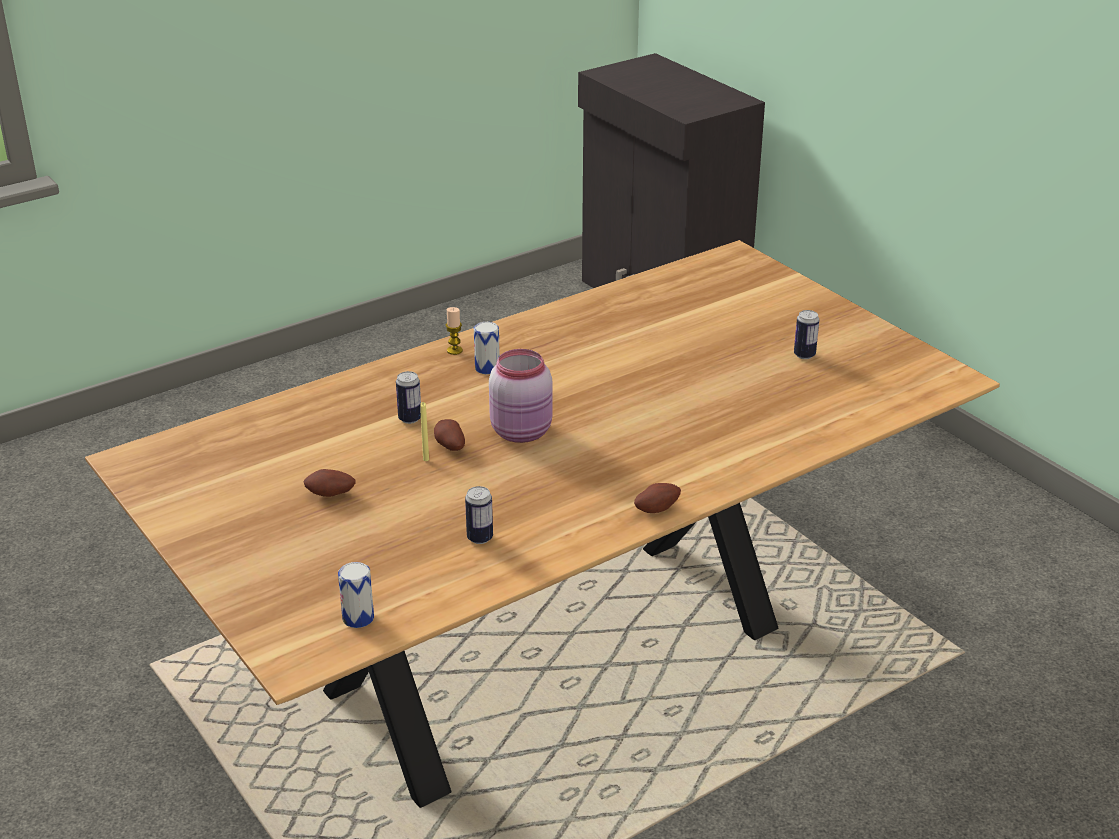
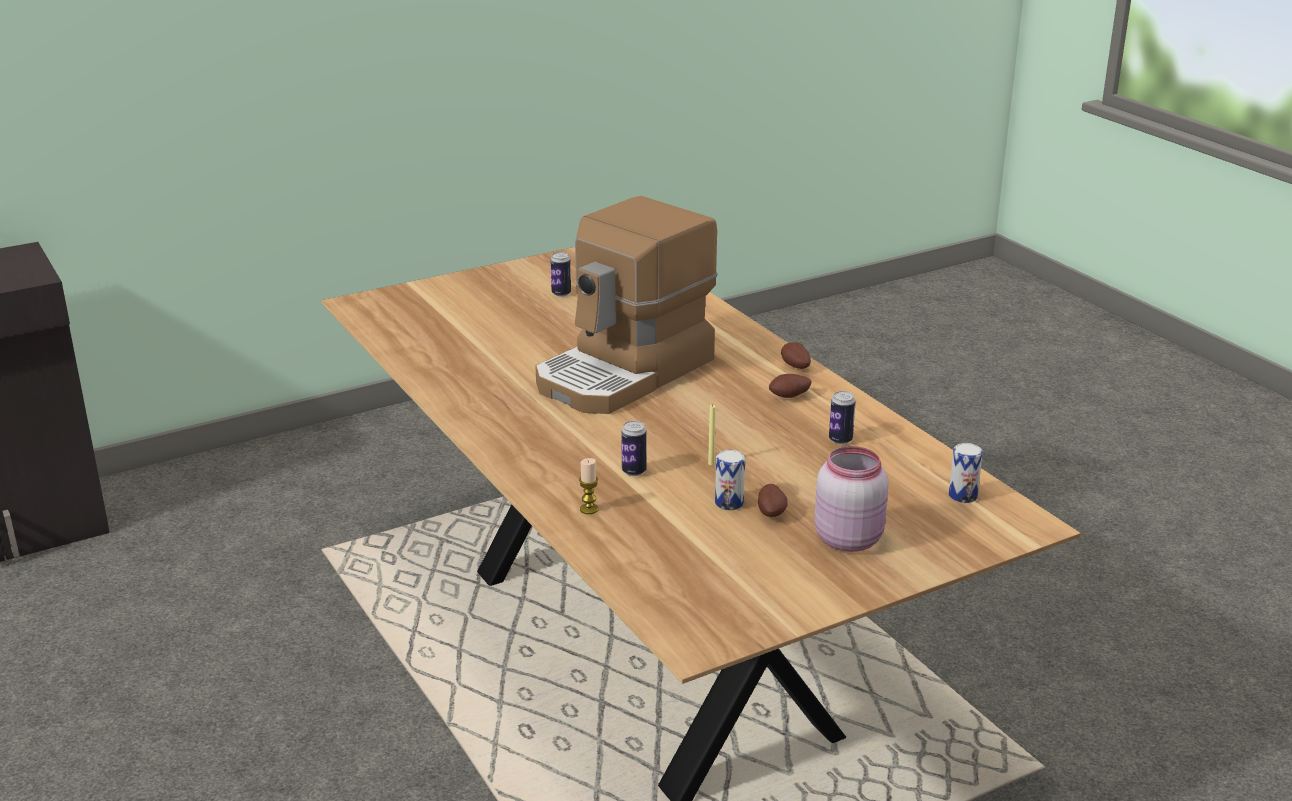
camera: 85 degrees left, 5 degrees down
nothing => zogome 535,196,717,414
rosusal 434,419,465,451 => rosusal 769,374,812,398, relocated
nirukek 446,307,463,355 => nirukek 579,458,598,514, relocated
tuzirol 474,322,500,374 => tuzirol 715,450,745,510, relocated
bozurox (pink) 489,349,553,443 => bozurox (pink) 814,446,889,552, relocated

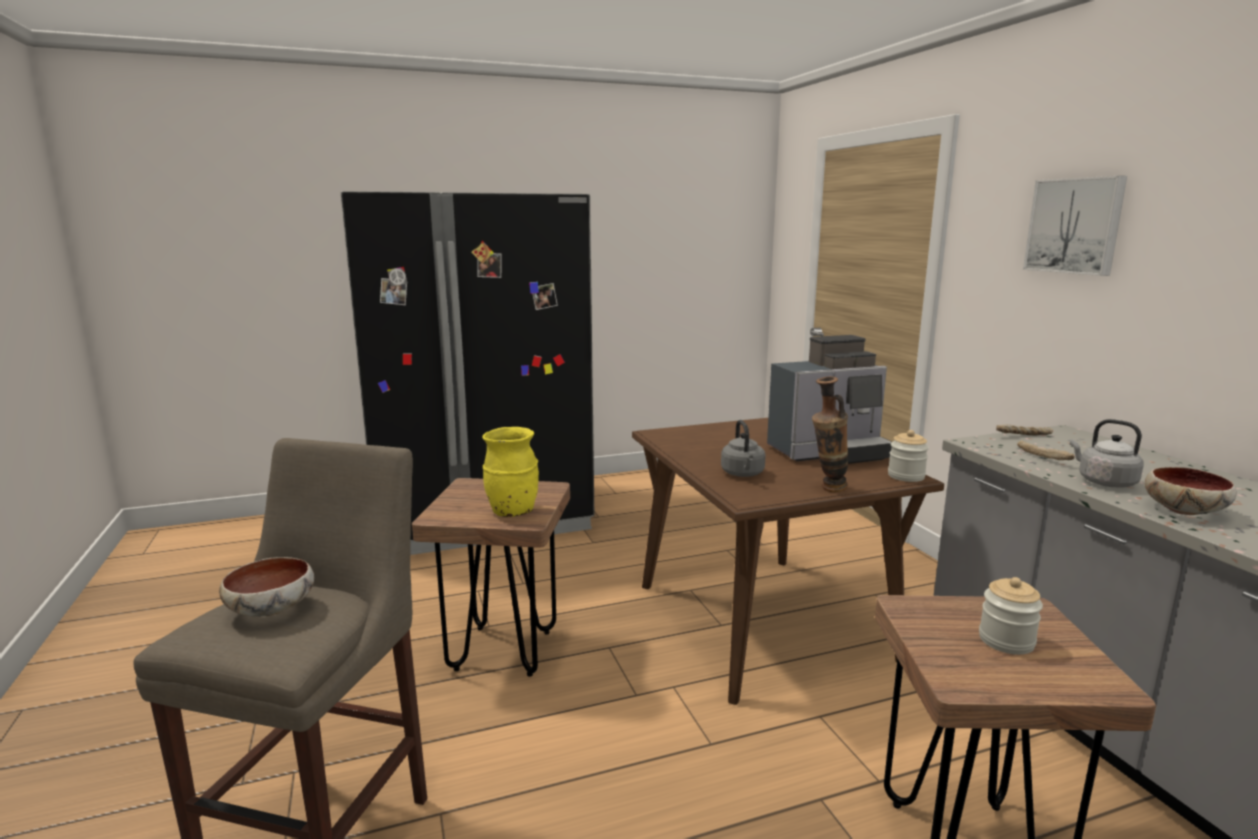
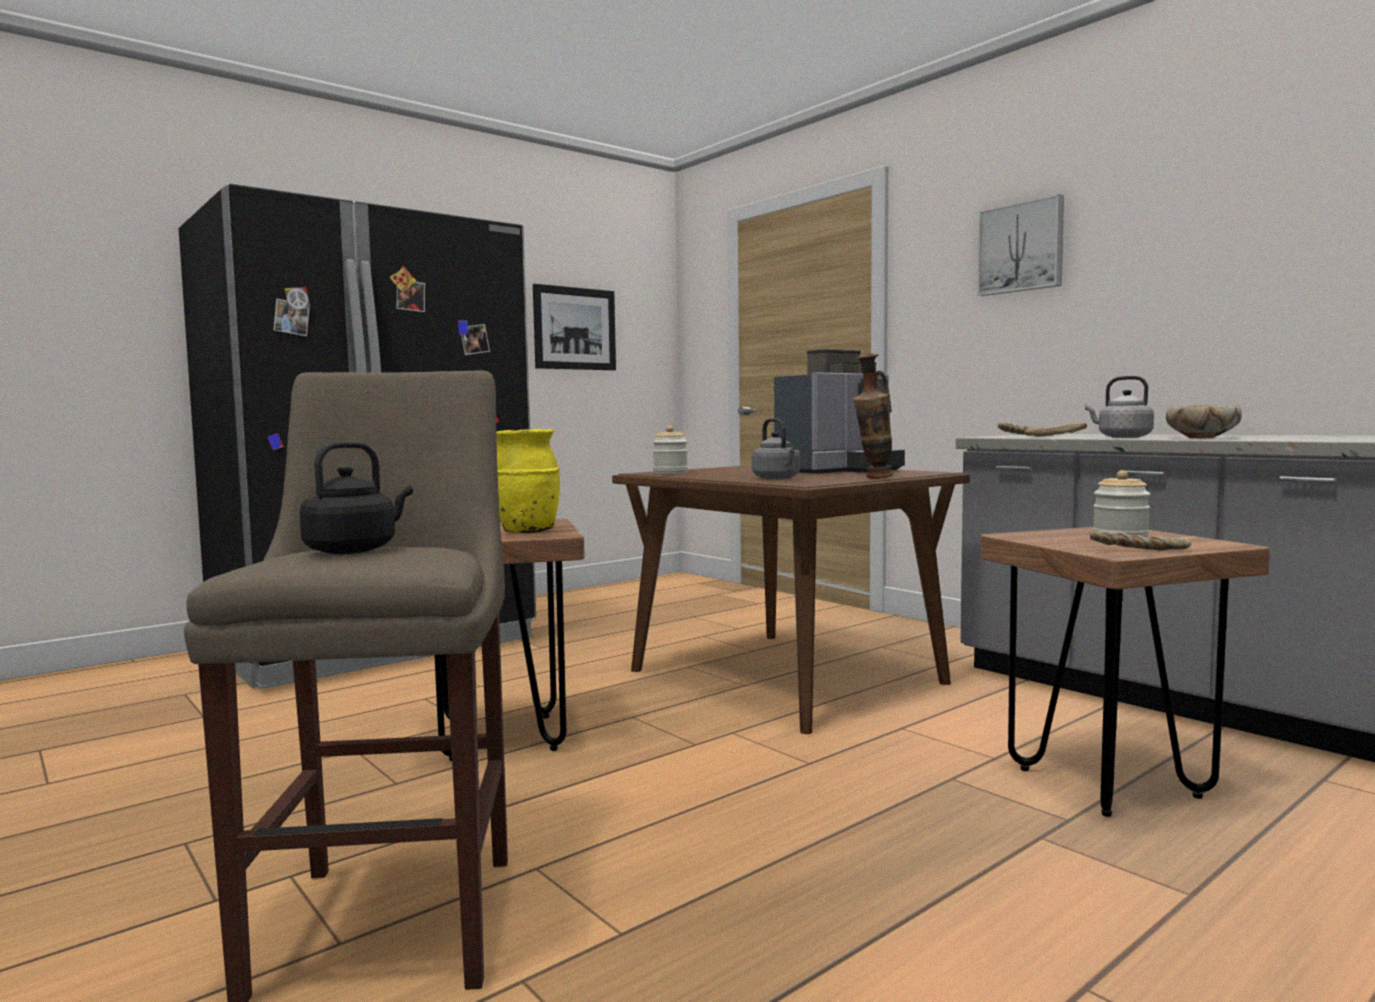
camera: 20 degrees left, 10 degrees down
nothing => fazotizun 533,284,616,370
nothing => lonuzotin 1090,531,1192,551
bozurox 888,430,929,482 => bozurox 653,426,688,474, relocated
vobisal 219,557,314,616 => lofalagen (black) 300,441,413,554

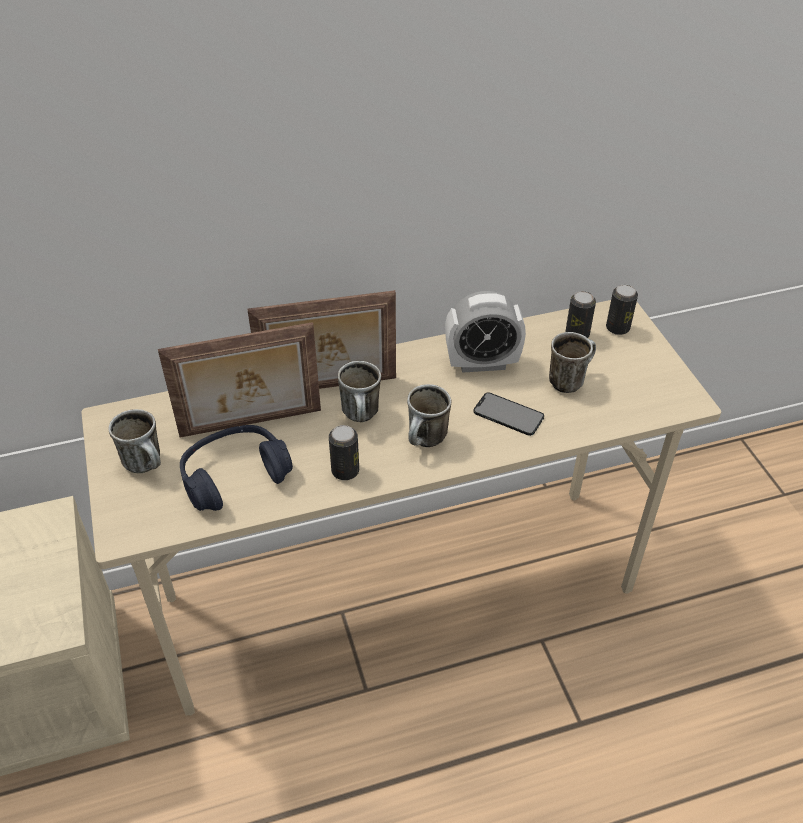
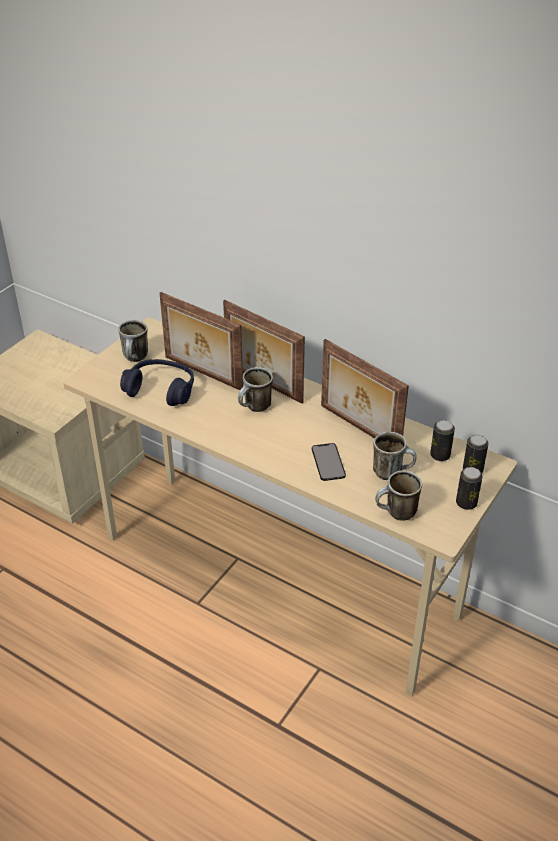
camera: 50 degrees right, 5 degrees down
tuzirol 329,425,359,480 => tuzirol 456,467,483,510, relocated
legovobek 407,384,451,447 => legovobek 375,470,422,521, relocated
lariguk 445,291,526,373 => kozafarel 321,339,409,438

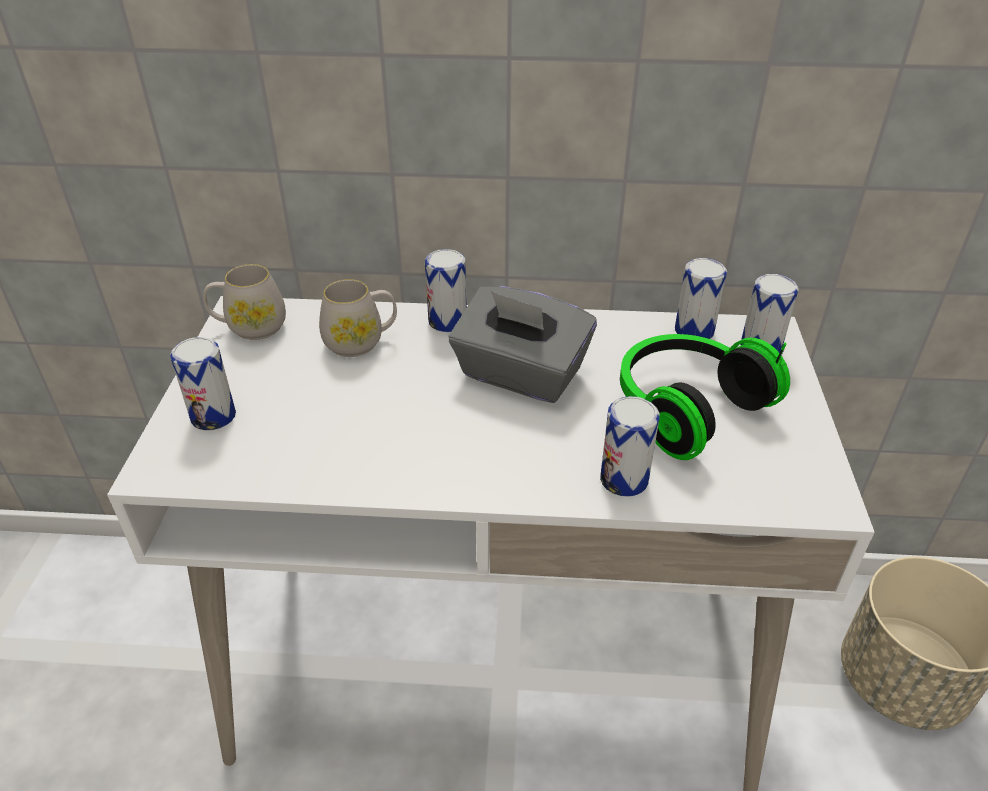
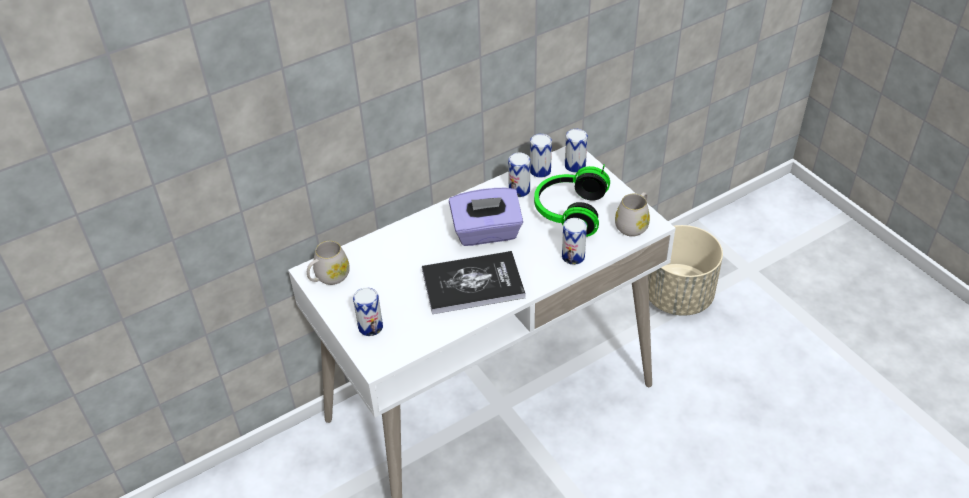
camera: 35 degrees left, 5 degrees up
nothing => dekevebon 422,251,525,314
legovobek (white) 319,279,397,357 => legovobek (white) 615,192,650,237, relocated
tuzirol 425,249,467,332 => tuzirol 508,153,530,197, relocated
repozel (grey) 449,286,597,403 => repozel (purple) 449,188,523,246

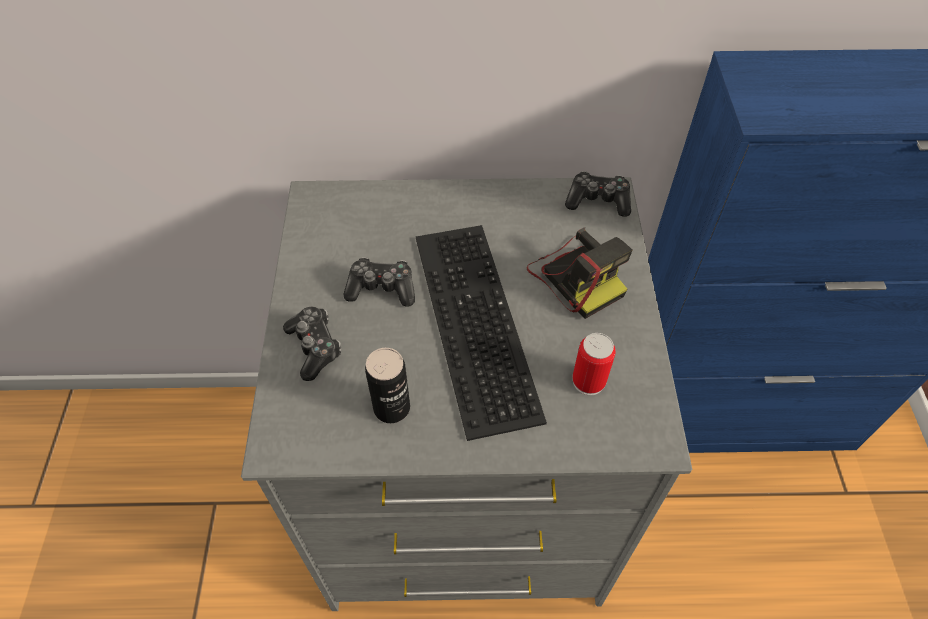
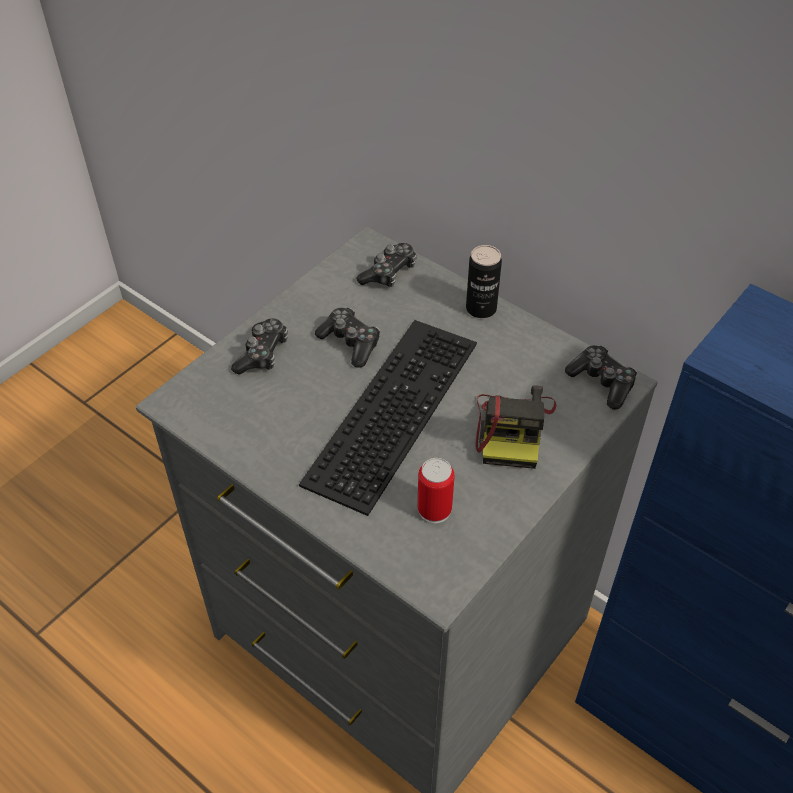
camera: 40 degrees right, 5 degrees down
nothing => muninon 357,243,417,287
tuzirol 365,348,410,423 => tuzirol 466,245,502,318, relocated

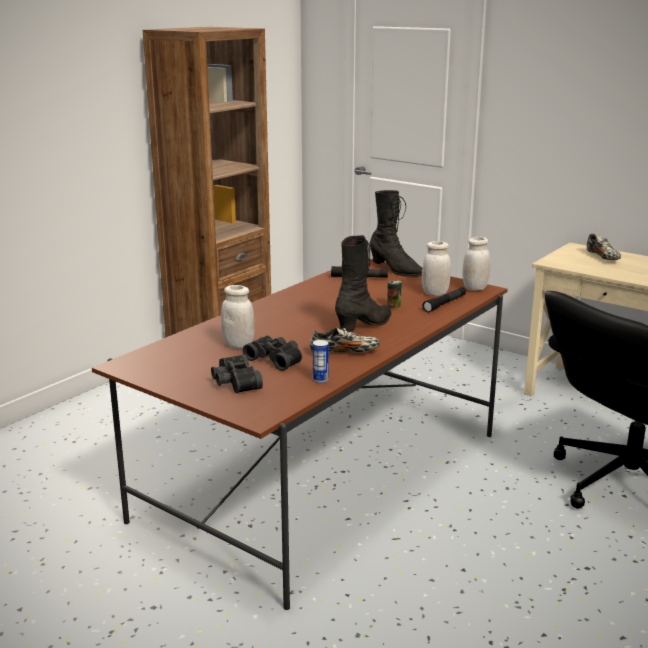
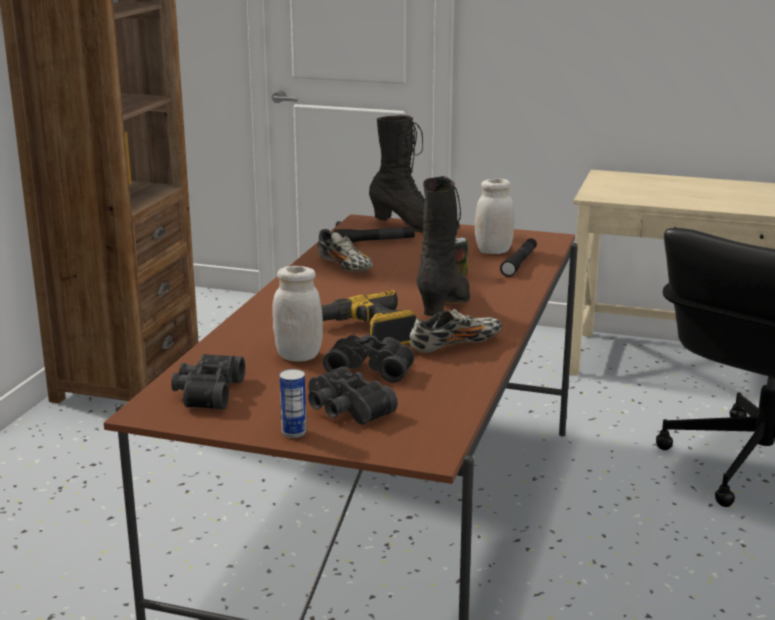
camera: 20 degrees left, 0 degrees up
bozurox (white) 462,237,491,291 => nothing
nothing => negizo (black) 171,354,245,410
nothing => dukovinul 321,290,416,344
tuzirol 313,340,329,383 => tuzirol 280,369,306,438, relocated
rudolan 587,234,621,260 => rudolan 318,229,373,272, relocated

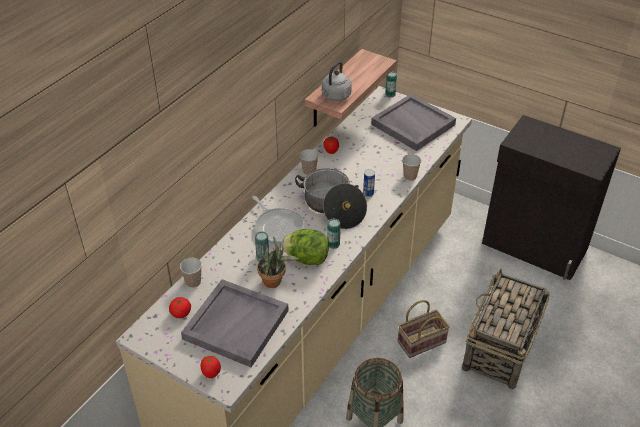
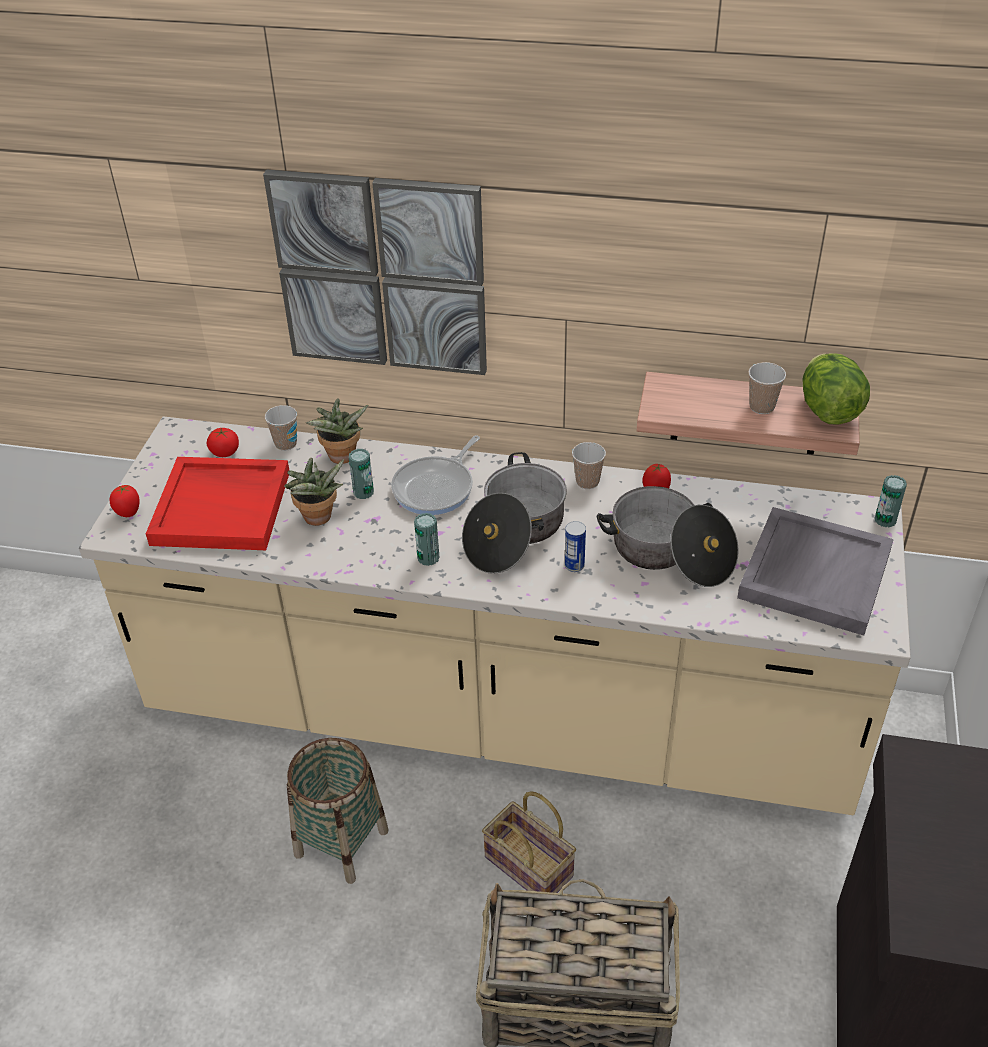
camera: 70 degrees right, 0 degrees up
lofalagen (grey) 321,61,352,101 => nothing
nothing => fazotizun 263,169,487,375
nothing => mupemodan 306,398,368,464
nothing => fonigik 596,486,739,587
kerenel 281,229,329,265 => kerenel 802,353,870,425, relocated
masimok 402,154,421,181 => masimok 748,362,786,414, relocated
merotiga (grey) 181,279,289,367 => merotiga (red) 146,457,290,550

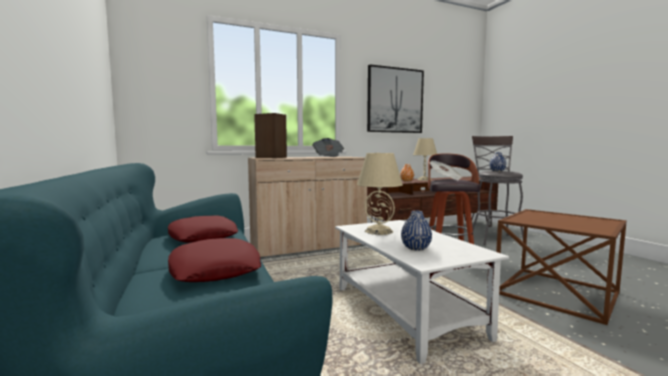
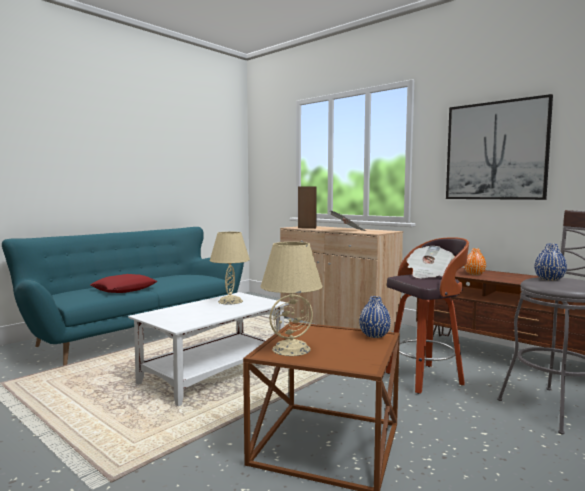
camera: 65 degrees right, 0 degrees up
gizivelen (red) 168,215,238,243 => nothing
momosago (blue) 401,210,432,251 => momosago (blue) 359,296,391,338, relocated
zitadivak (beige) 413,138,437,181 => zitadivak (beige) 260,242,323,356, relocated

